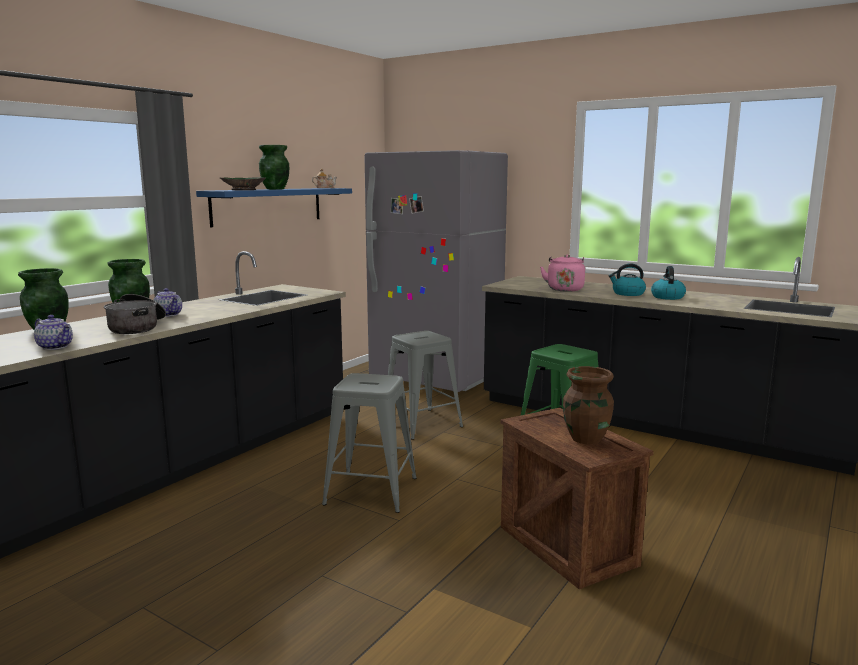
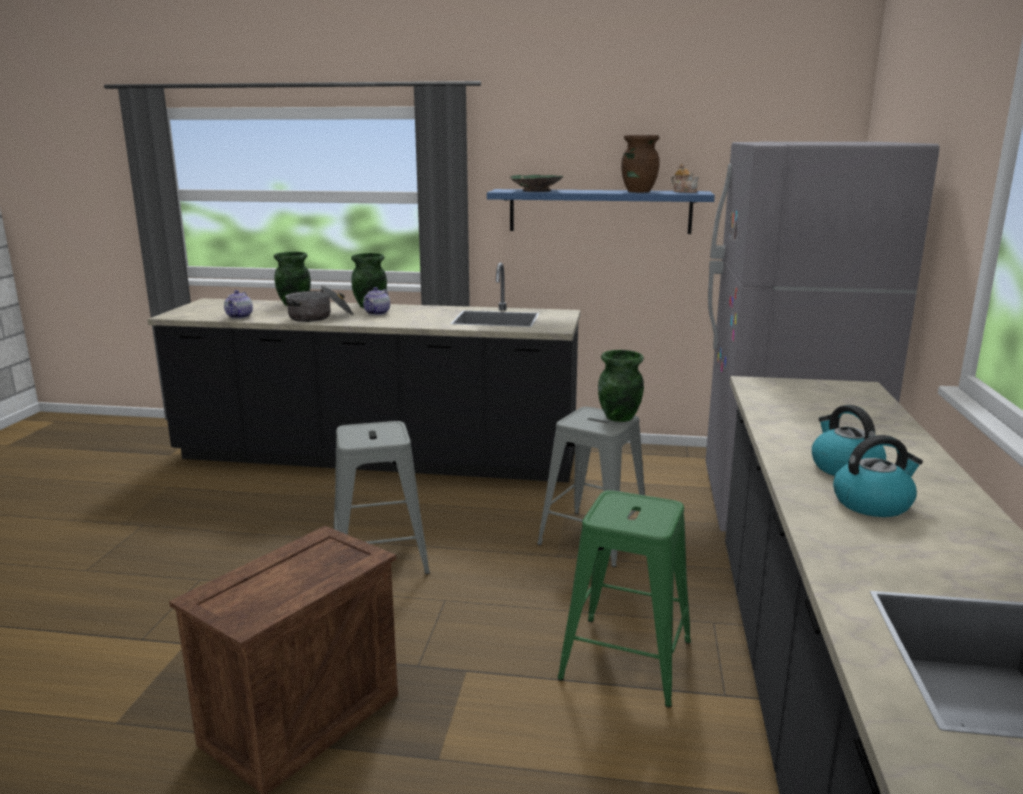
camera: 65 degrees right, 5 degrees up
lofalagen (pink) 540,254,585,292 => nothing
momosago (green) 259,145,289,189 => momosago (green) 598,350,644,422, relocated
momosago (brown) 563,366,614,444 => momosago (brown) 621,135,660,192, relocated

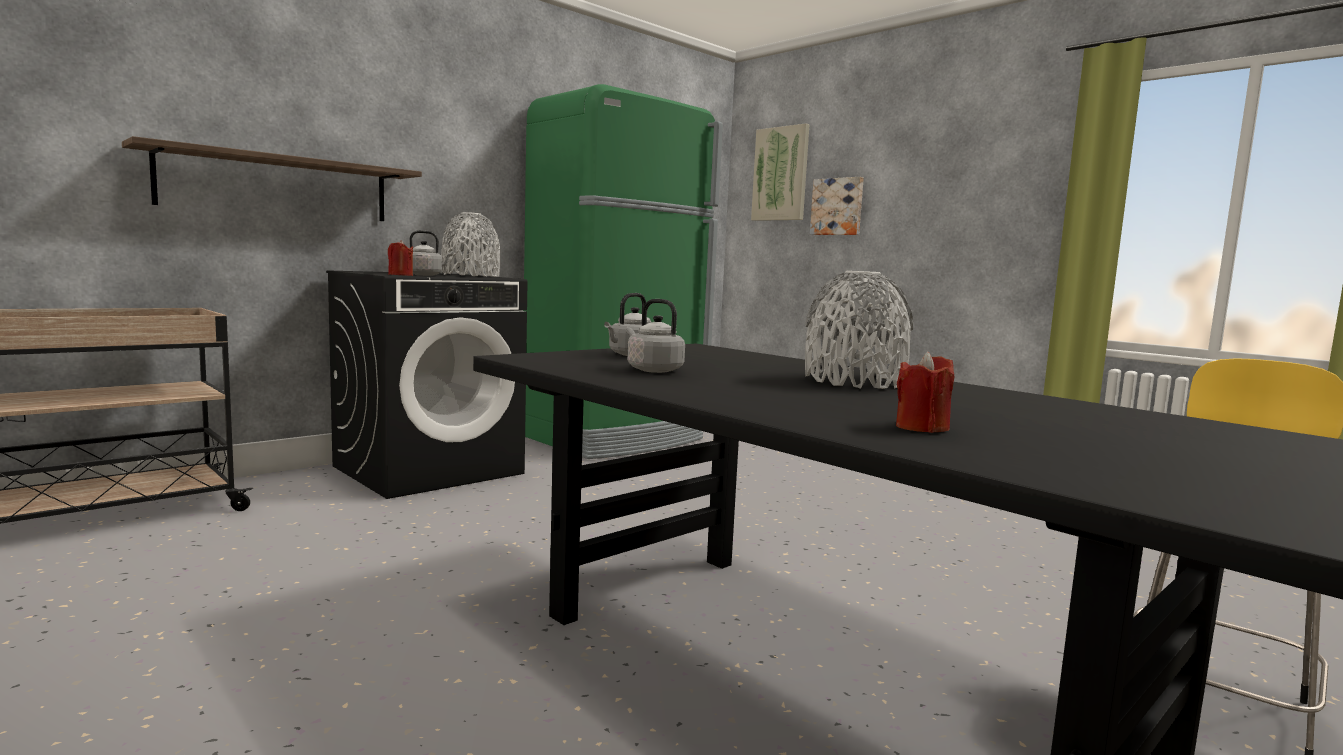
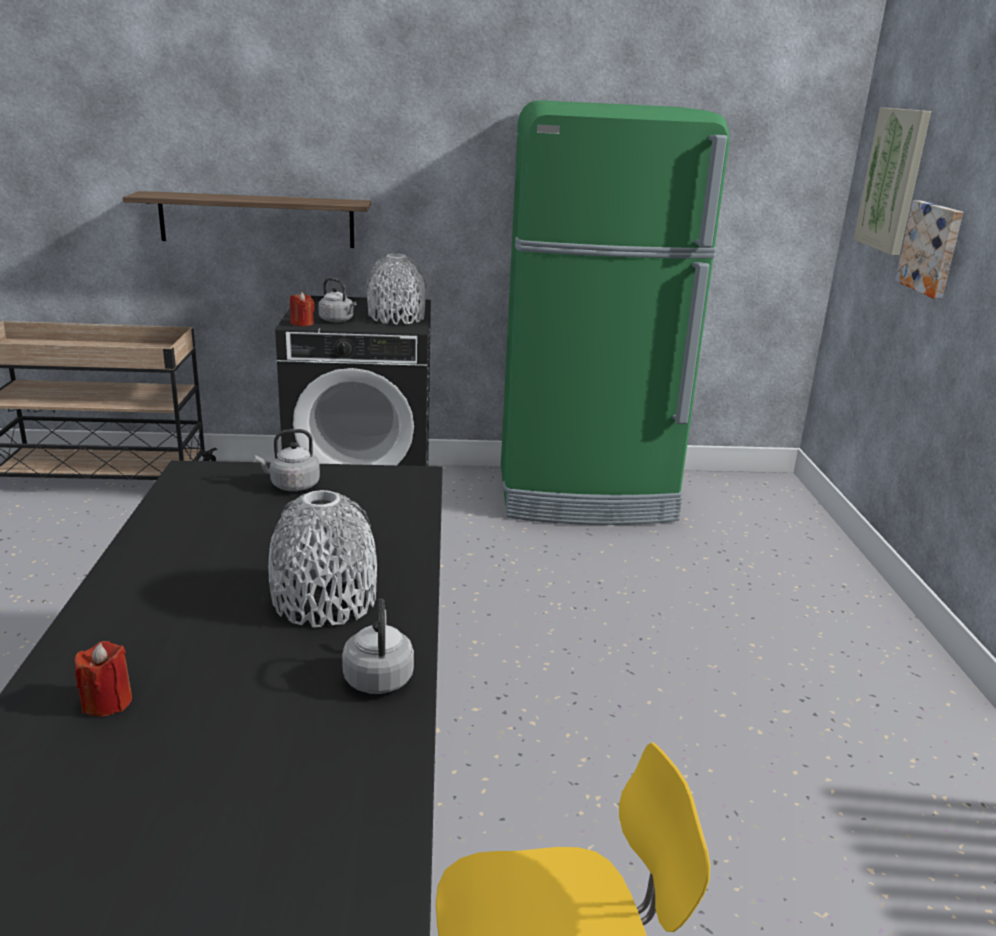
camera: 40 degrees right, 15 degrees up
lofalagen (grey) 626,299,685,373 => lofalagen (grey) 342,599,414,694, relocated

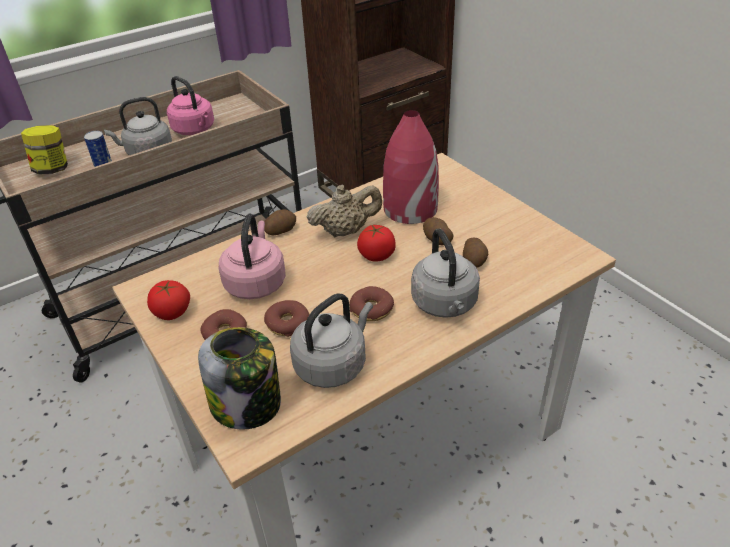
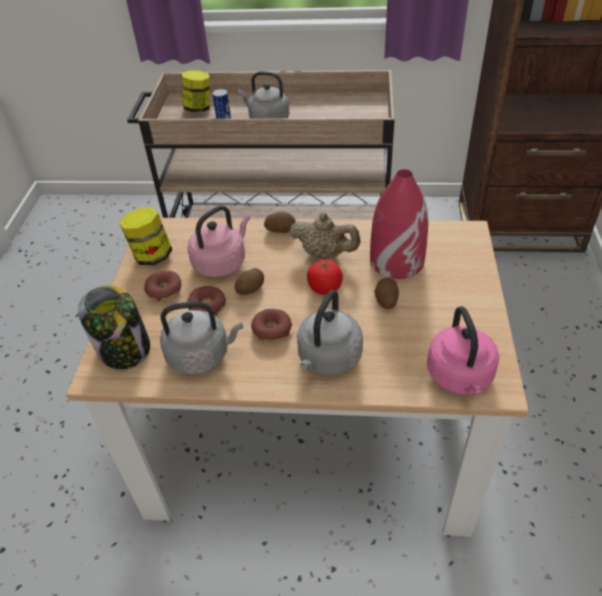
camera: 40 degrees right, 5 degrees up
lofalagen (pink) 167,76,214,135 => lofalagen (pink) 427,306,499,395, relocated
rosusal 463,238,488,268 => rosusal 234,268,264,295, relocated
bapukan 147,280,190,320 => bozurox 119,207,172,265

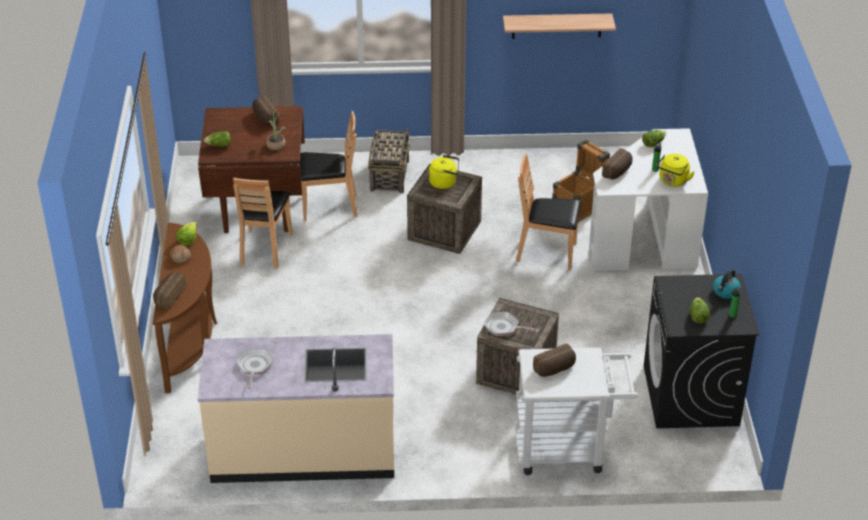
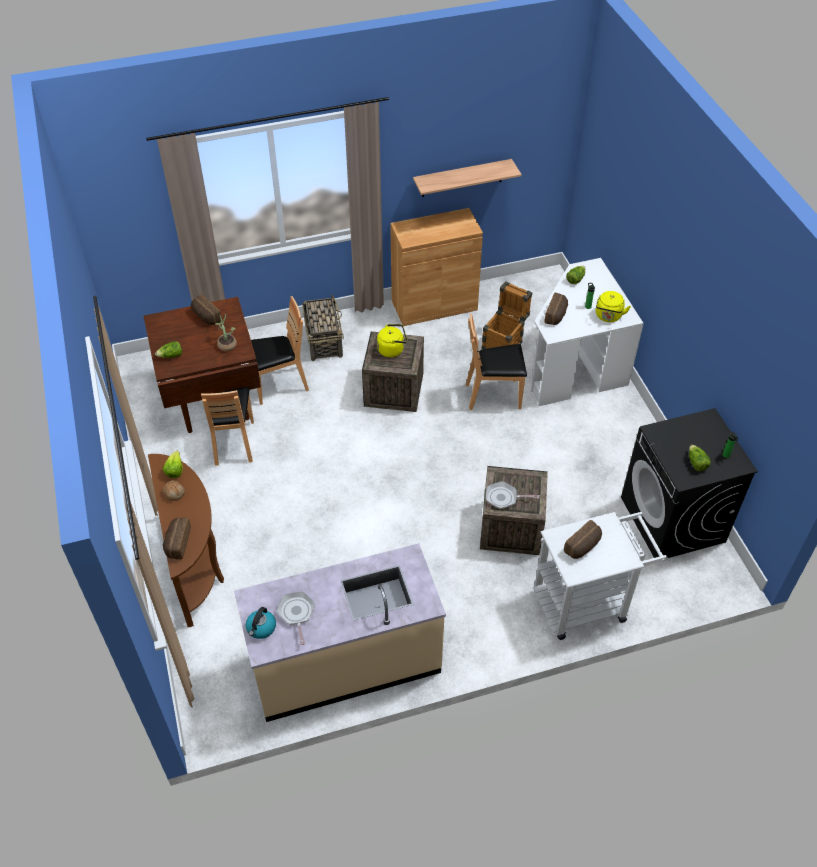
camera: 15 degrees left, 10 degrees up
nothing => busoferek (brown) 390,208,483,326
lofalagen 713,269,741,299 => lofalagen 246,607,276,639, relocated

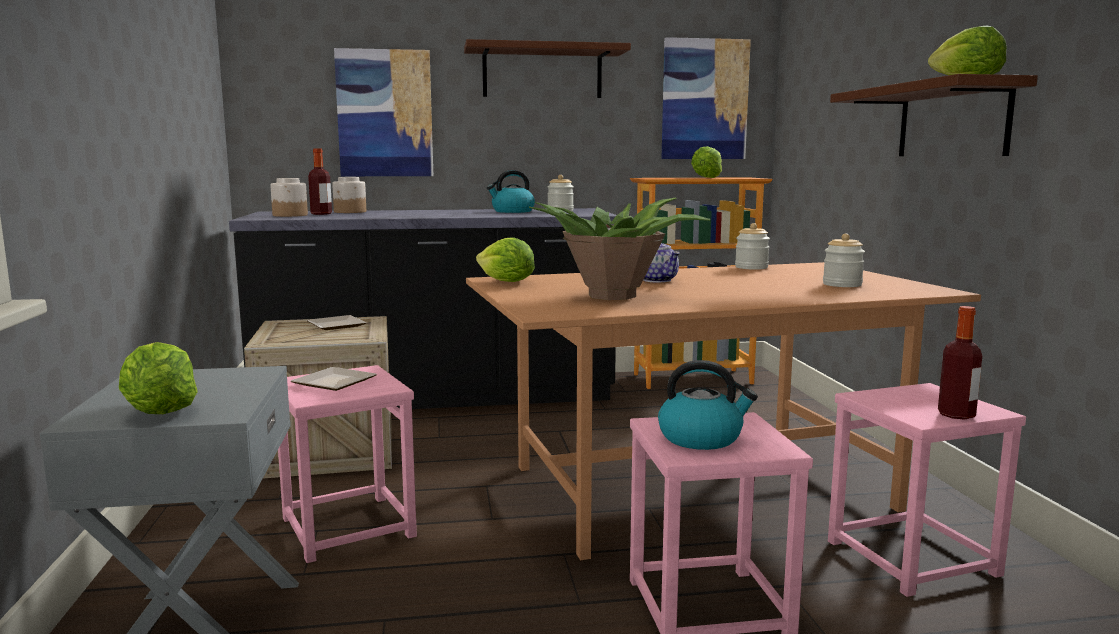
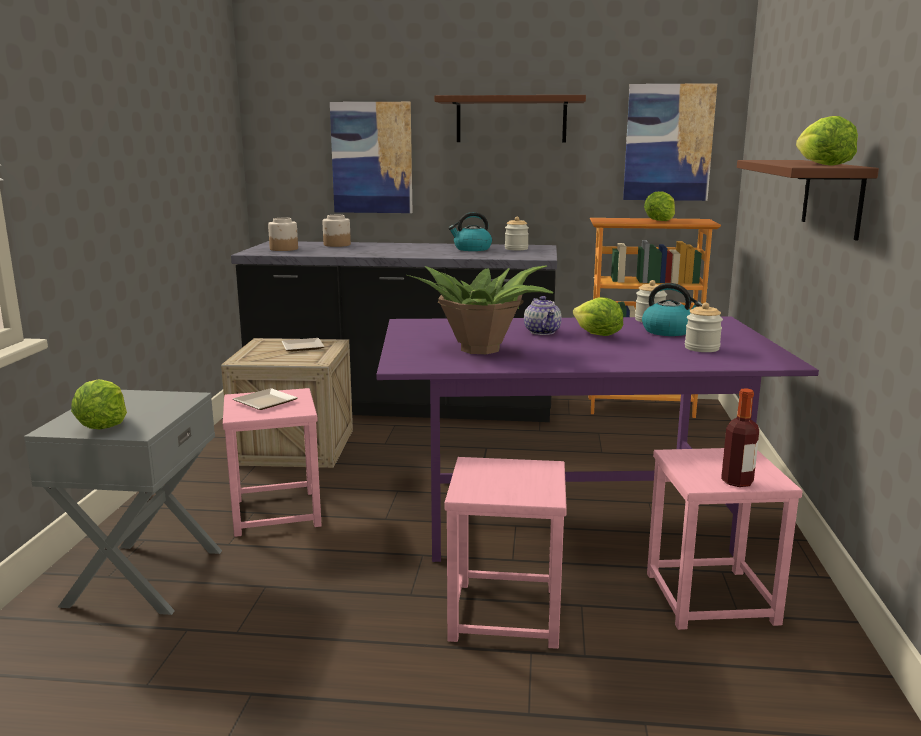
camera: 15 degrees right, 5 degrees up
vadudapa 308,148,332,215 => nothing
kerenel 476,238,535,282 => kerenel 573,297,623,336, relocated
lofalagen 658,360,758,450 => lofalagen 642,283,702,336, relocated
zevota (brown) 466,262,981,560 => zevota (purple) 376,317,819,562

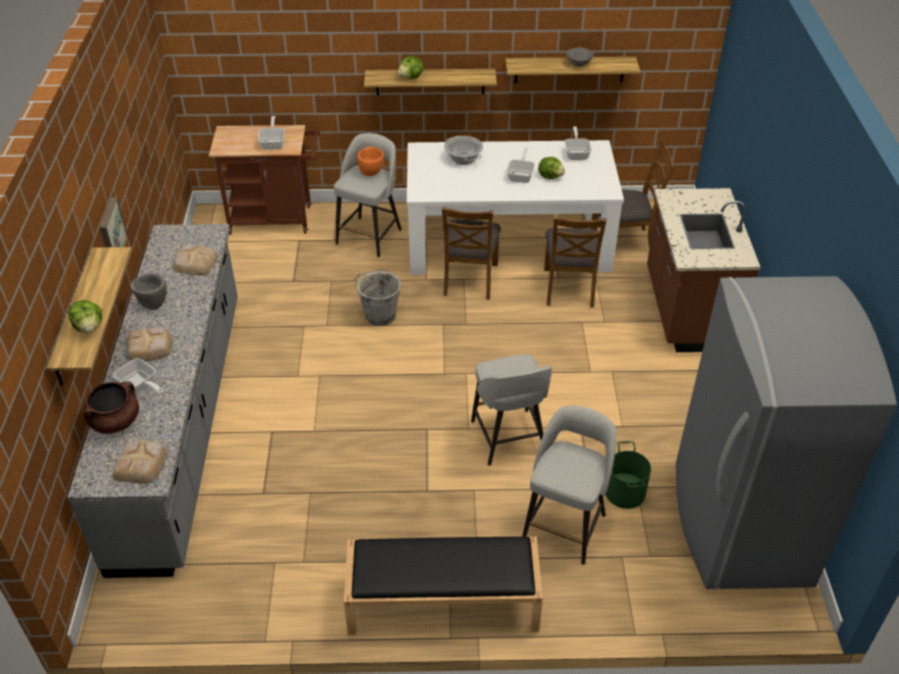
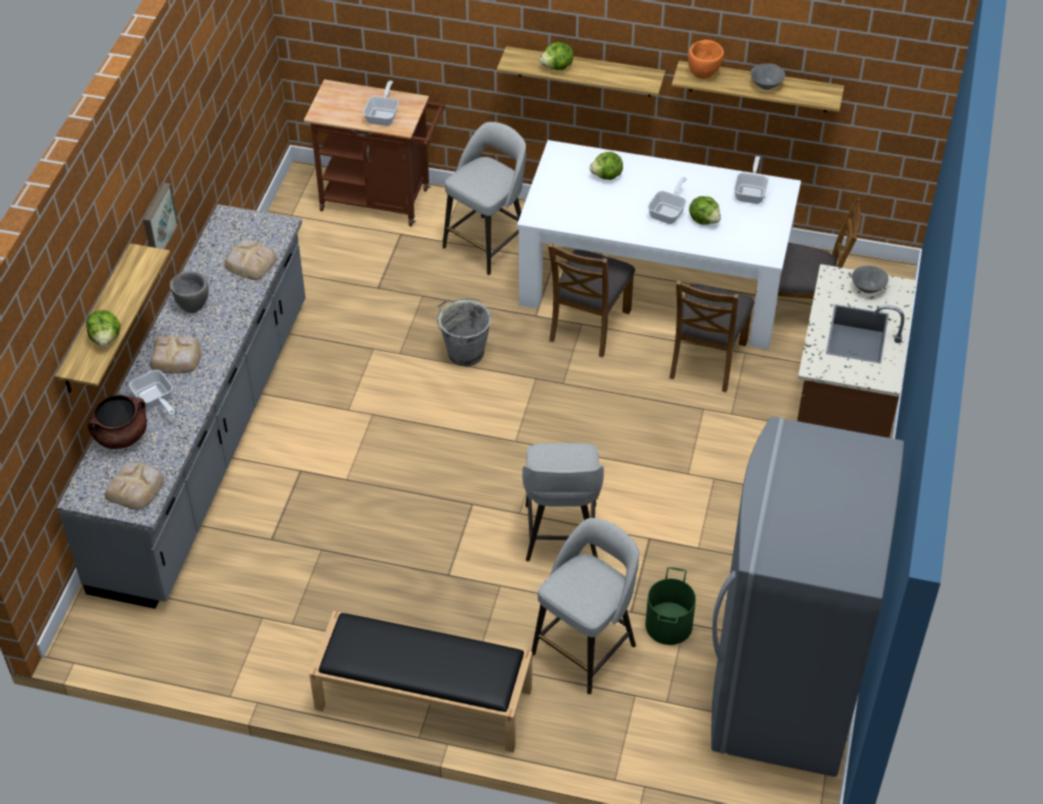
camera: 15 degrees right, 5 degrees up
nothing => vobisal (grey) 852,266,889,293
vobisal (orange) 357,147,384,176 => vobisal (orange) 688,40,724,79, relocated
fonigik 444,136,483,165 => kerenel 590,152,623,180

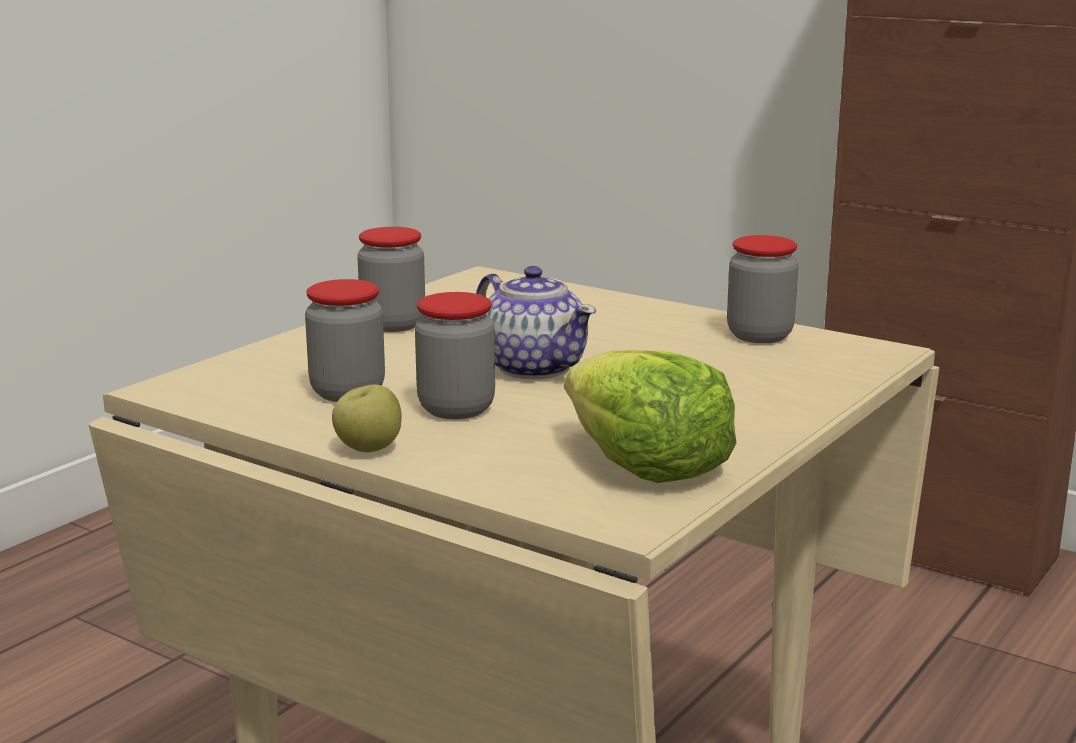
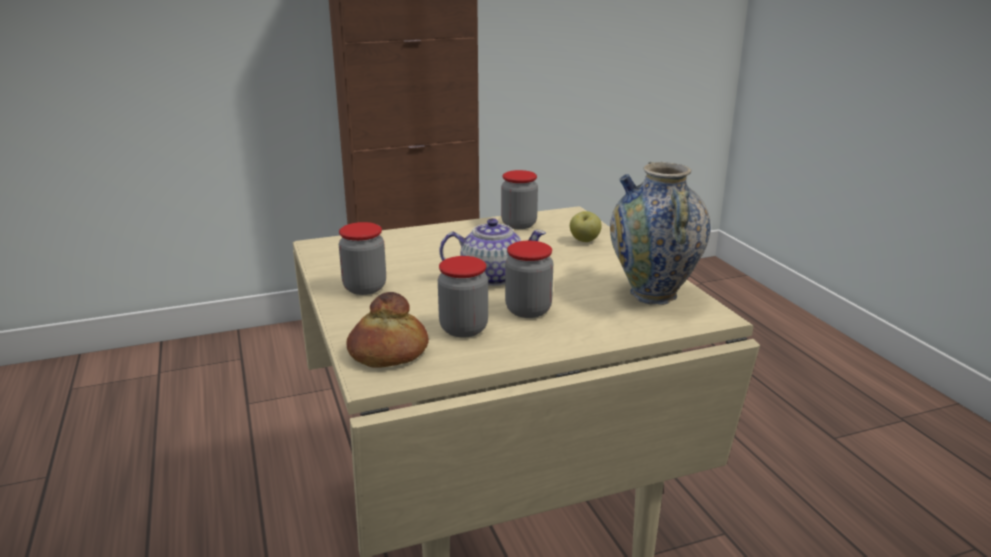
camera: 55 degrees left, 5 degrees up
nothing => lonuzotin 346,292,429,368
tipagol 332,385,402,452 => tipagol 570,211,602,242, relocated
kerenel 564,350,736,483 => momosago 610,162,711,305

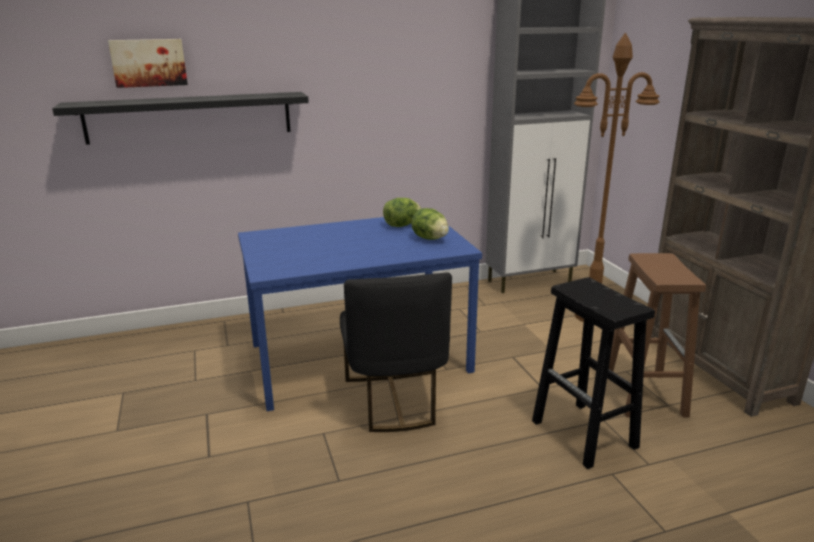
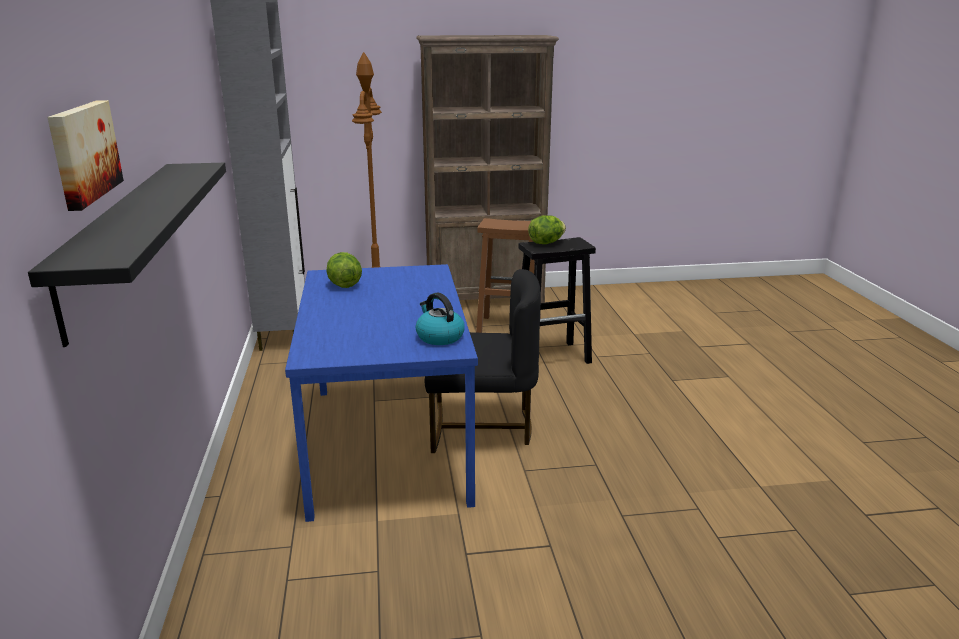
camera: 80 degrees left, 0 degrees up
nothing => lofalagen 416,293,465,345
kerenel 411,208,449,240 => kerenel 528,215,566,244, relocated

